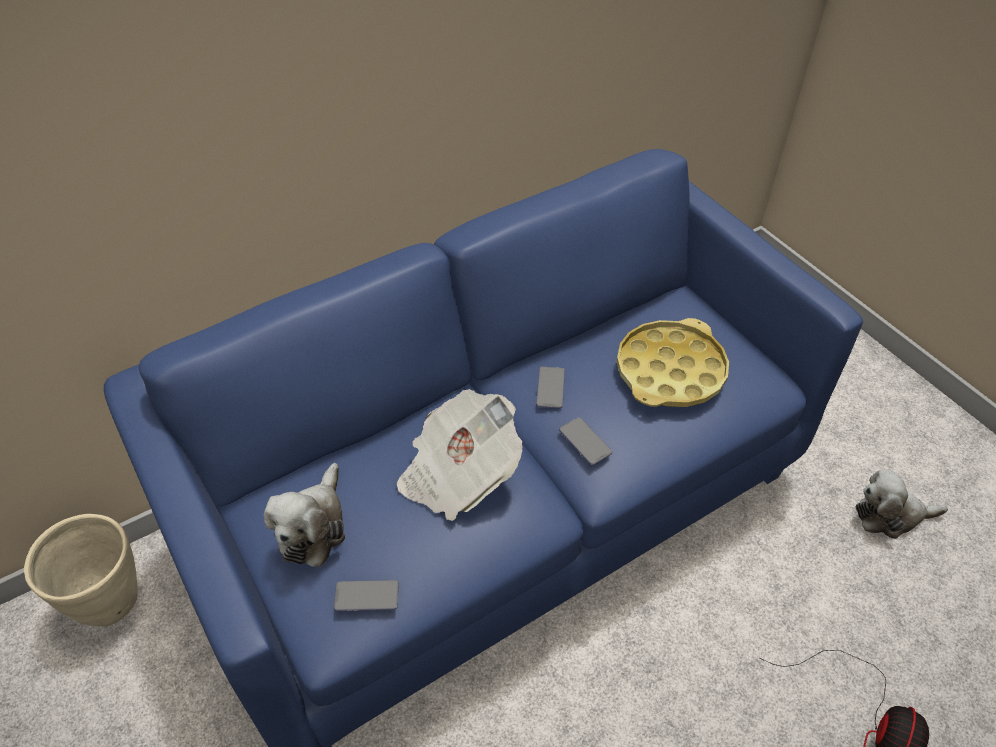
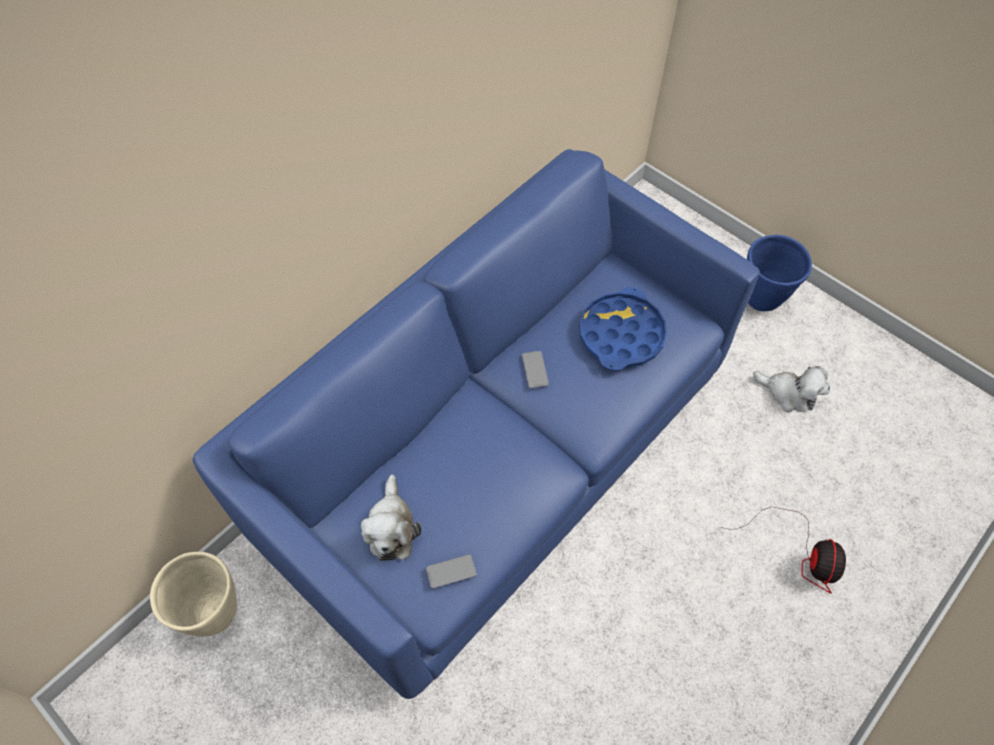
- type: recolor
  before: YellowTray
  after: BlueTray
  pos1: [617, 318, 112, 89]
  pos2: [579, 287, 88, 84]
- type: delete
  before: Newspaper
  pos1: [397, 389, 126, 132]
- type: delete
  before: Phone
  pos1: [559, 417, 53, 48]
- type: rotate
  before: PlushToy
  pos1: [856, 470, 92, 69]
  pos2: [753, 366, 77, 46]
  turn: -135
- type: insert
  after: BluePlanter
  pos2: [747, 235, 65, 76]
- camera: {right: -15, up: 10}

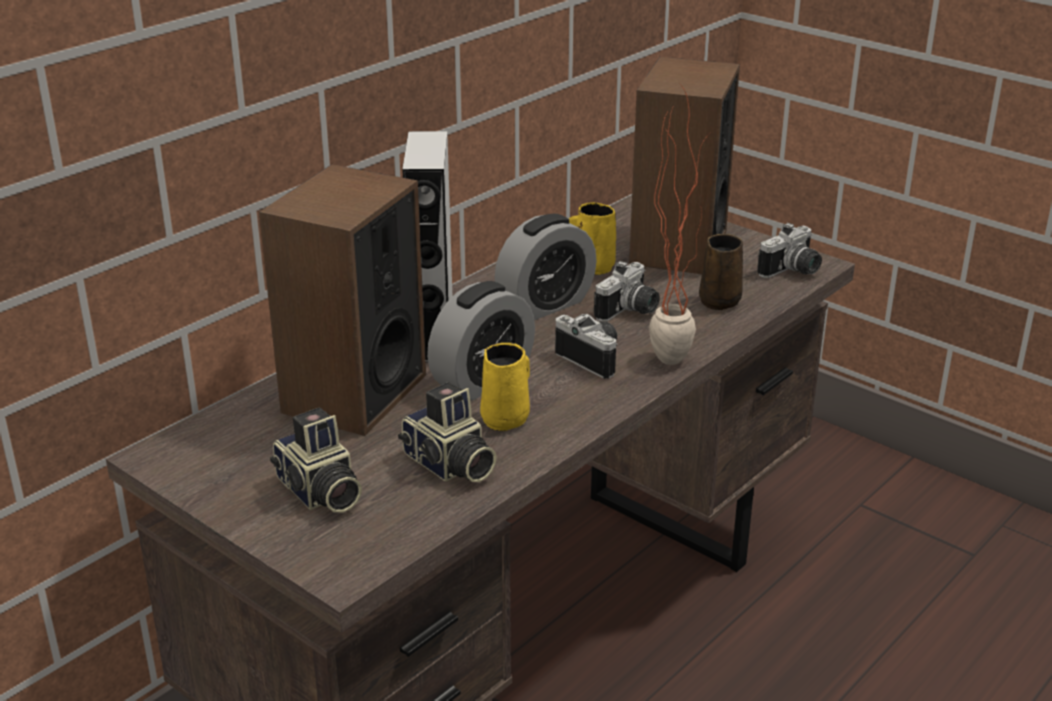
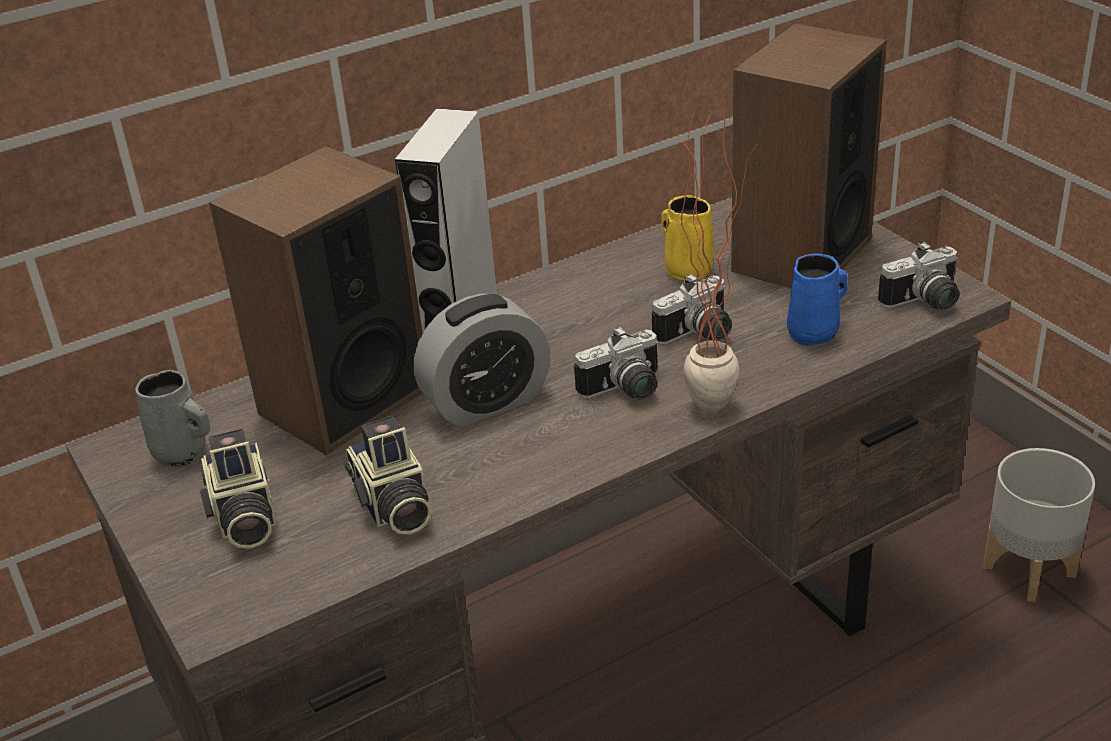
- type: delete
  before: AlarmClock
  pos1: [495, 214, 102, 106]
- type: recolor
  before: BrownMug
  after: BlueMug
  pos1: [699, 234, 44, 76]
  pos2: [787, 253, 60, 93]
- type: rotate
  before: PhotoCamera
  pos1: [555, 314, 63, 65]
  pos2: [574, 327, 84, 73]
  turn: 90
- type: delete
  before: YellowMug
  pos1: [480, 343, 50, 88]
- type: insert
  after: GreyMug
  pos2: [135, 370, 75, 98]
- type: insert
  after: GreyPlanter
  pos2: [983, 448, 112, 154]
- camera: {right: 20, up: 5}

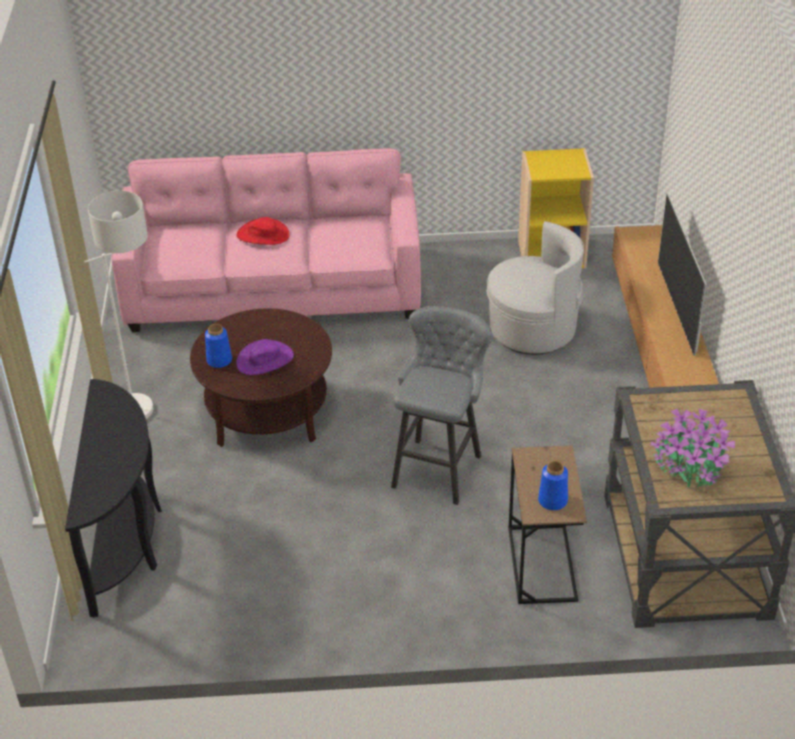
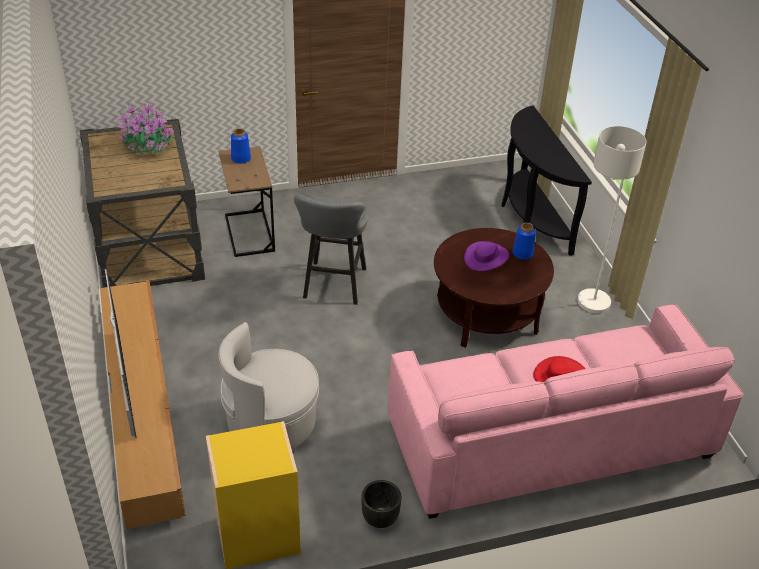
- type: insert
  after: BlackPlanter
  pos2: [361, 480, 41, 48]
- camera: {right: 165, up: 0}

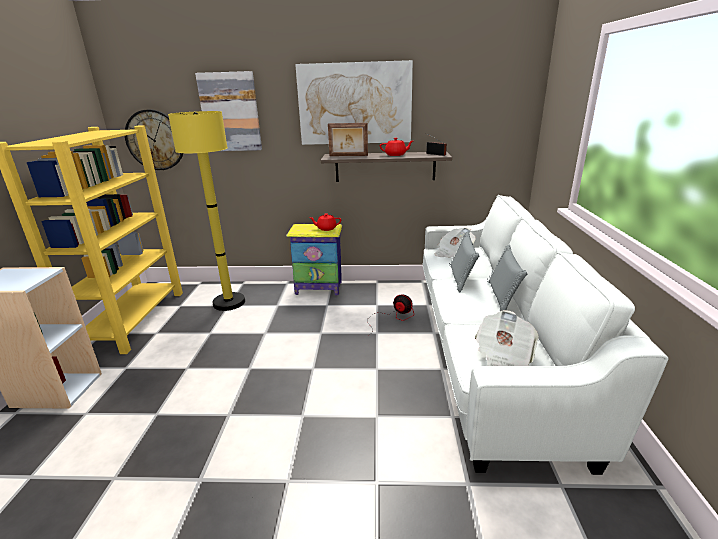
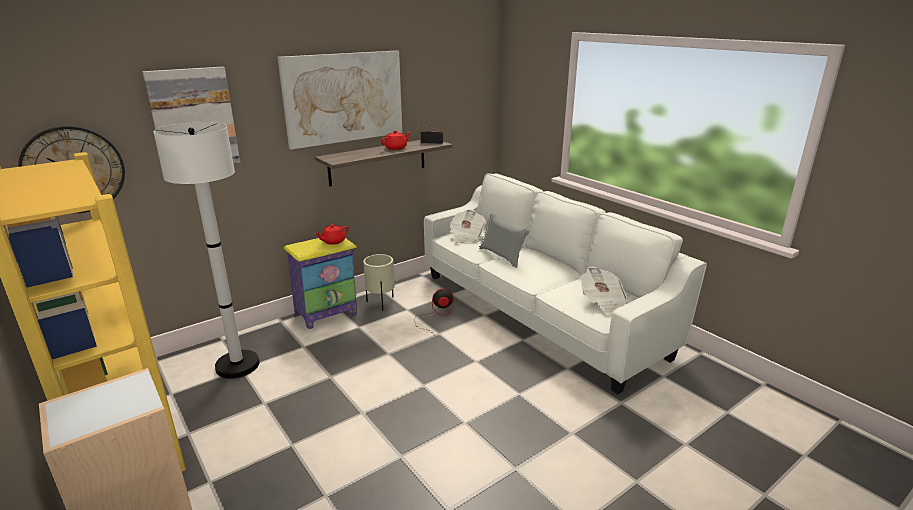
- type: recolor
  before: YellowFloorLamp
  after: WhiteFloorLamp
  pos1: [168, 111, 77, 200]
  pos2: [153, 122, 107, 257]
- type: delete
  before: PictureFrame
  pos1: [328, 123, 40, 33]
- type: delete
  before: GreyPillow
  pos1: [487, 245, 40, 66]
- type: insert
  after: BeigePlanter
  pos2: [363, 254, 32, 57]
- camera: {right: -40, up: 0}

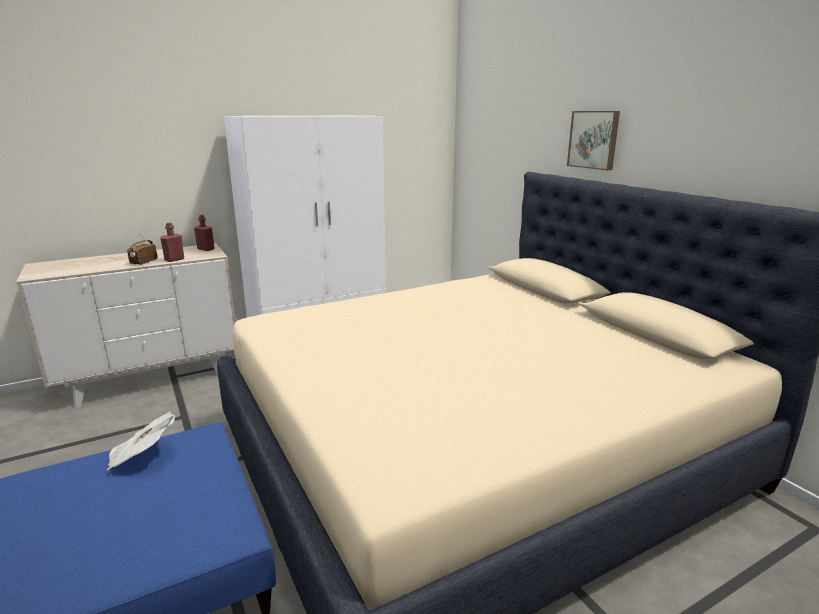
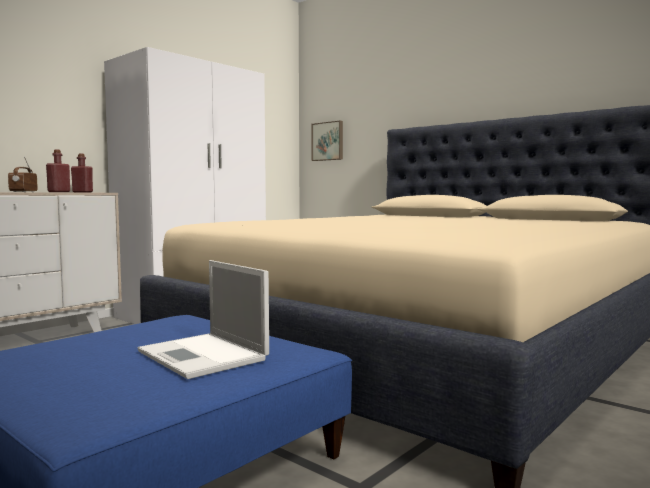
- type: move
  before: Picture
  pos1: [567, 111, 53, 59]
  pos2: [311, 121, 32, 40]
- type: delete
  before: Newspaper
  pos1: [107, 411, 68, 59]
- type: insert
  after: Laptop
  pos2: [138, 260, 131, 119]
- camera: {right: -20, up: -15}

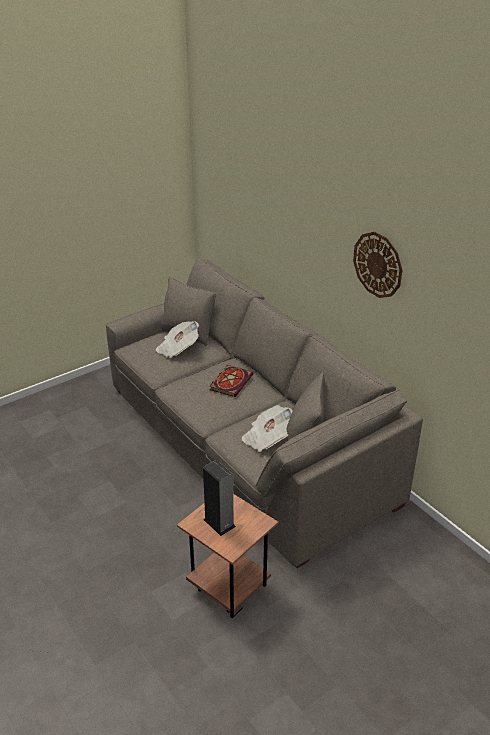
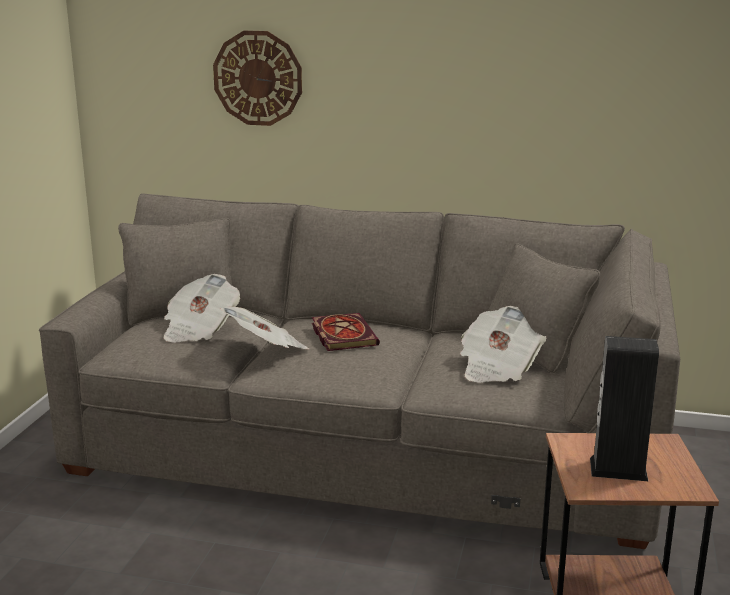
- type: move
  before: WallClock
  pos1: [353, 232, 49, 66]
  pos2: [213, 31, 89, 95]
- type: insert
  after: Newspaper
  pos2: [220, 307, 90, 42]
- camera: {right: -40, up: -15}

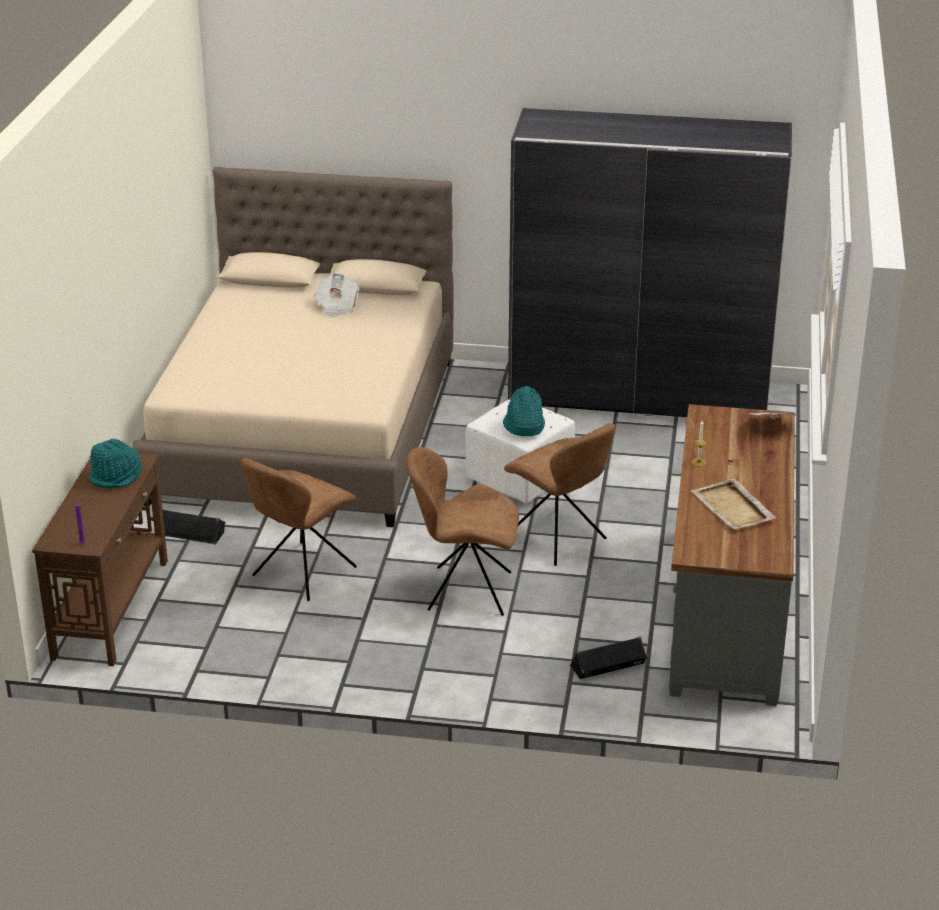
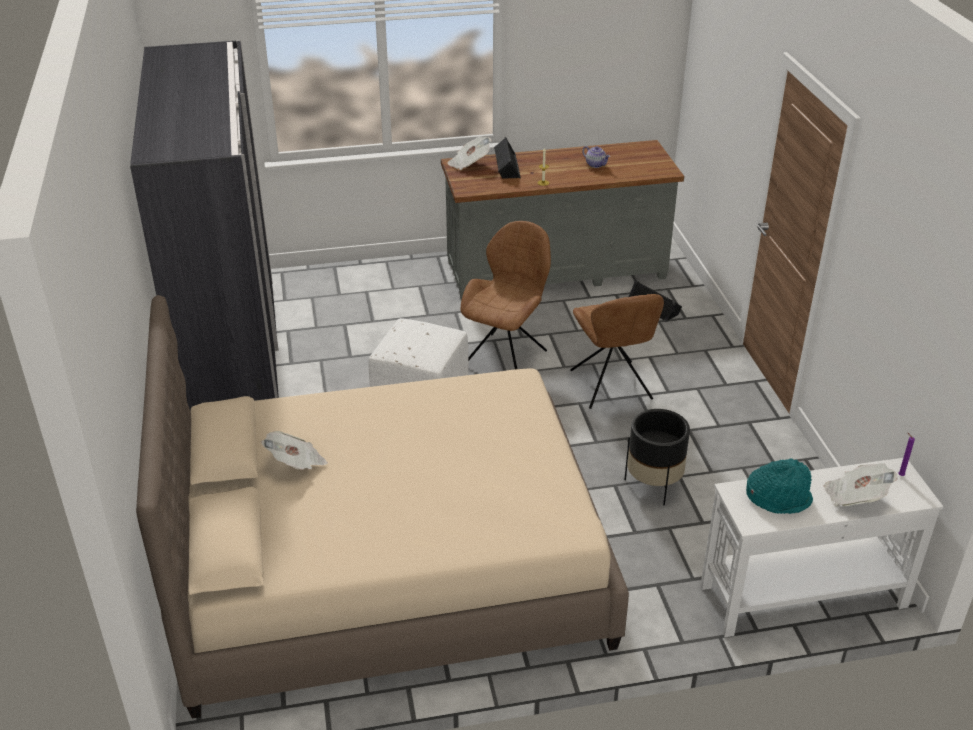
- type: delete
  before: TurquoiseHat
  pos1: [503, 386, 42, 50]
- type: recolor
  before: BrownConsoleTable
  after: WhiteConsoleTable
  pos1: [32, 453, 136, 213]
  pos2: [700, 458, 243, 179]
- type: replace
  before: BrownChair
  after: BlackPlanter
  pos1: [241, 458, 116, 143]
  pos2: [624, 409, 66, 96]
- type: replace
  before: BeigeTray
  after: Teapot
  pos1: [691, 478, 85, 52]
  pos2: [582, 146, 28, 22]
- type: move
  before: BlackSpeaker
  pos1: [162, 509, 63, 36]
  pos2: [494, 137, 27, 42]
- type: insert
  after: Newspaper
  pos2: [824, 463, 73, 44]
- camera: {right: -110, up: 5}

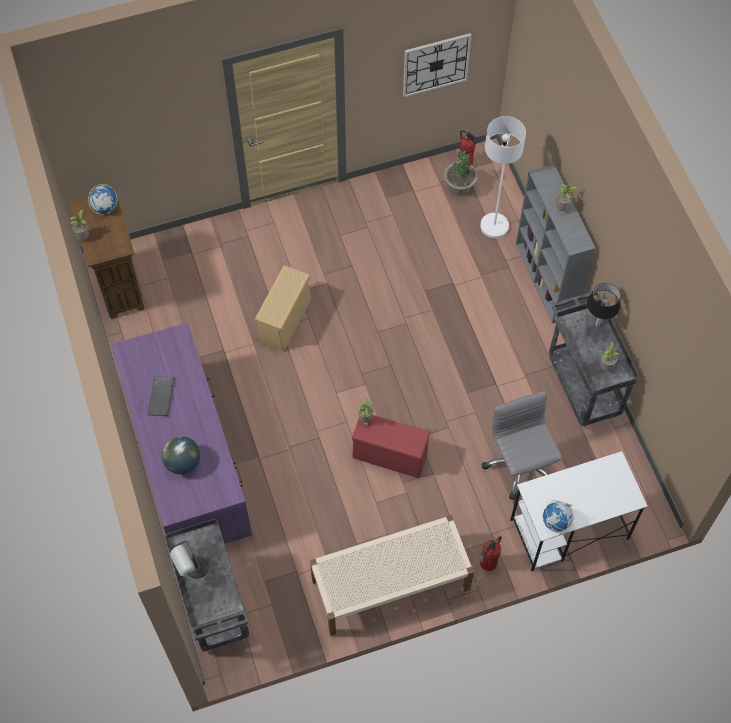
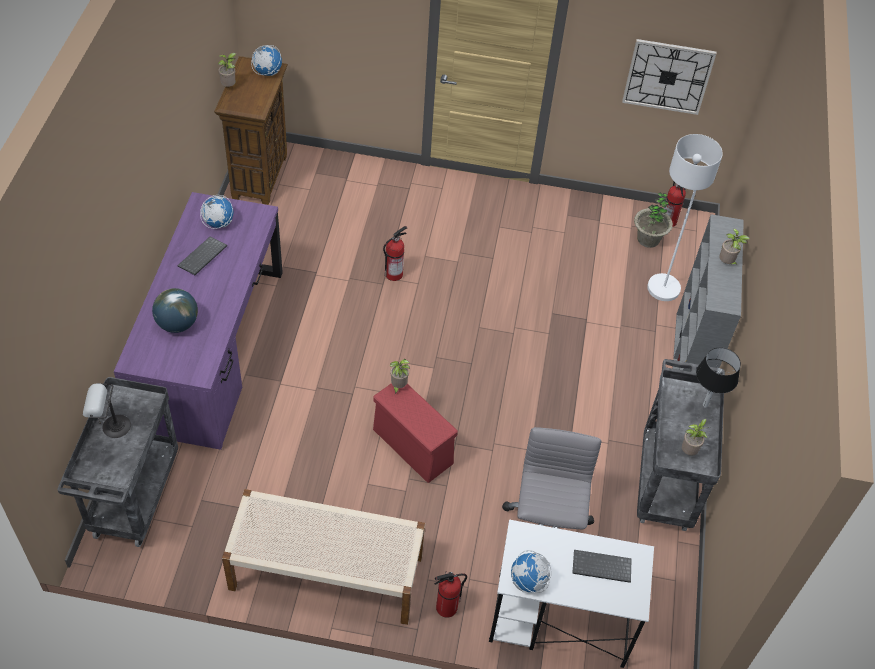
- type: replace
  before: BeigeStorageBox
  after: FireExtinguisher
  pos1: [255, 265, 56, 86]
  pos2: [383, 226, 24, 55]
- type: insert
  after: Globe
  pos2: [200, 195, 34, 34]
- type: insert
  after: Keyboard
  pos2: [572, 550, 60, 33]
- camera: {right: 25, up: -10}

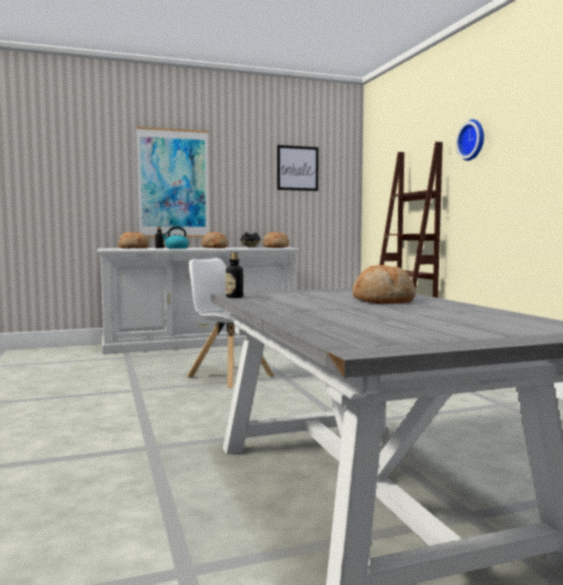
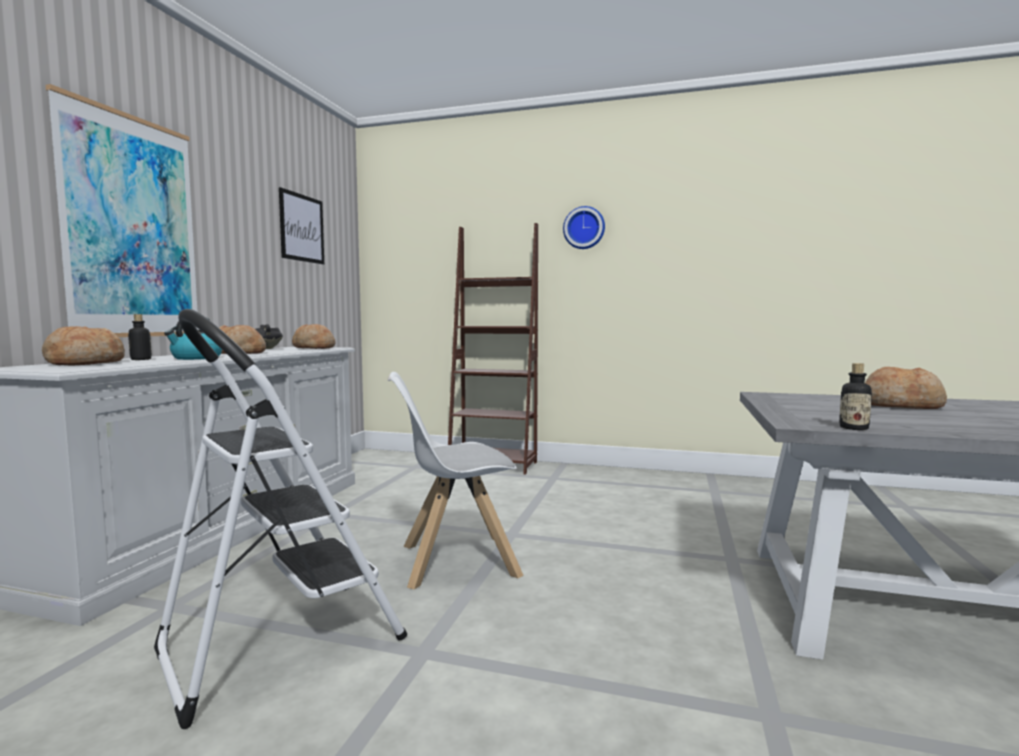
- type: insert
  after: StepLadder
  pos2: [154, 309, 253, 420]
- camera: {right: -55, up: 0}

